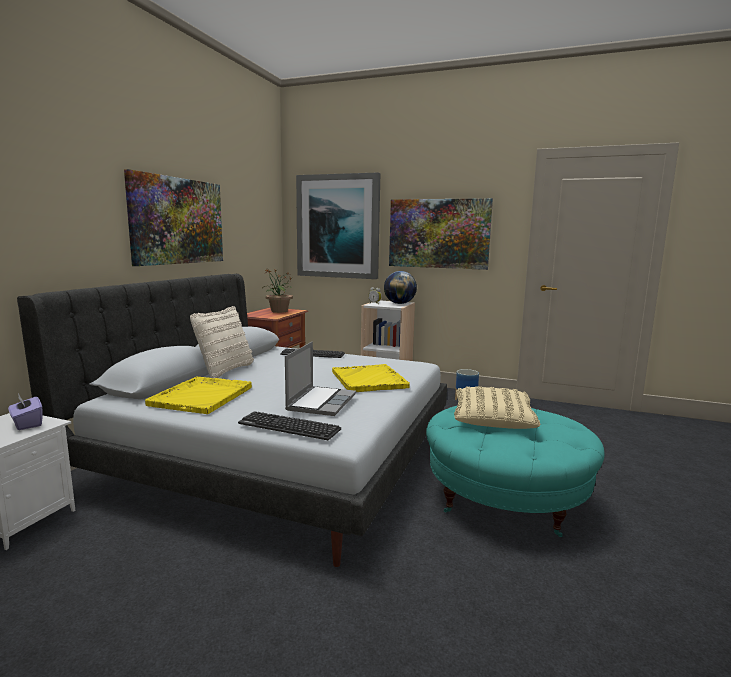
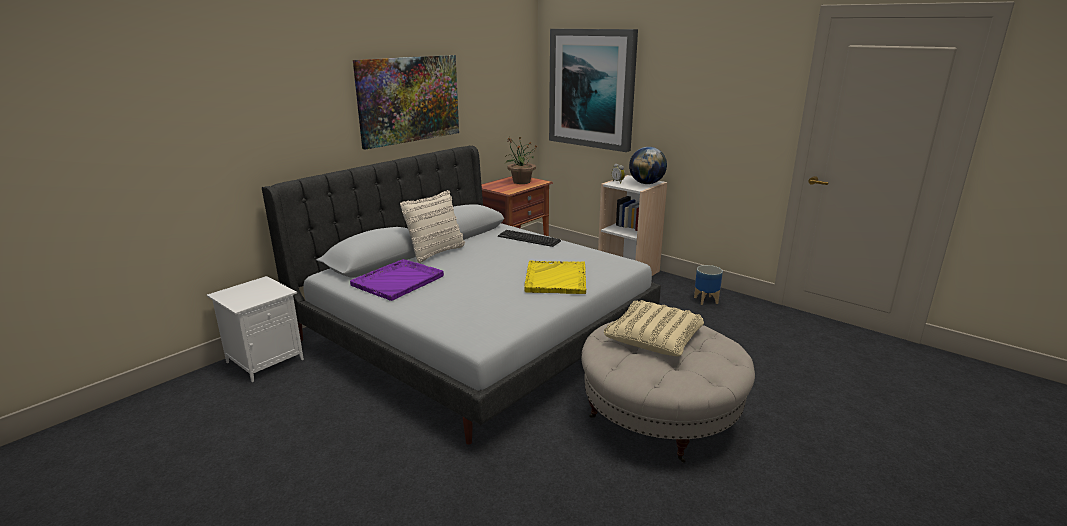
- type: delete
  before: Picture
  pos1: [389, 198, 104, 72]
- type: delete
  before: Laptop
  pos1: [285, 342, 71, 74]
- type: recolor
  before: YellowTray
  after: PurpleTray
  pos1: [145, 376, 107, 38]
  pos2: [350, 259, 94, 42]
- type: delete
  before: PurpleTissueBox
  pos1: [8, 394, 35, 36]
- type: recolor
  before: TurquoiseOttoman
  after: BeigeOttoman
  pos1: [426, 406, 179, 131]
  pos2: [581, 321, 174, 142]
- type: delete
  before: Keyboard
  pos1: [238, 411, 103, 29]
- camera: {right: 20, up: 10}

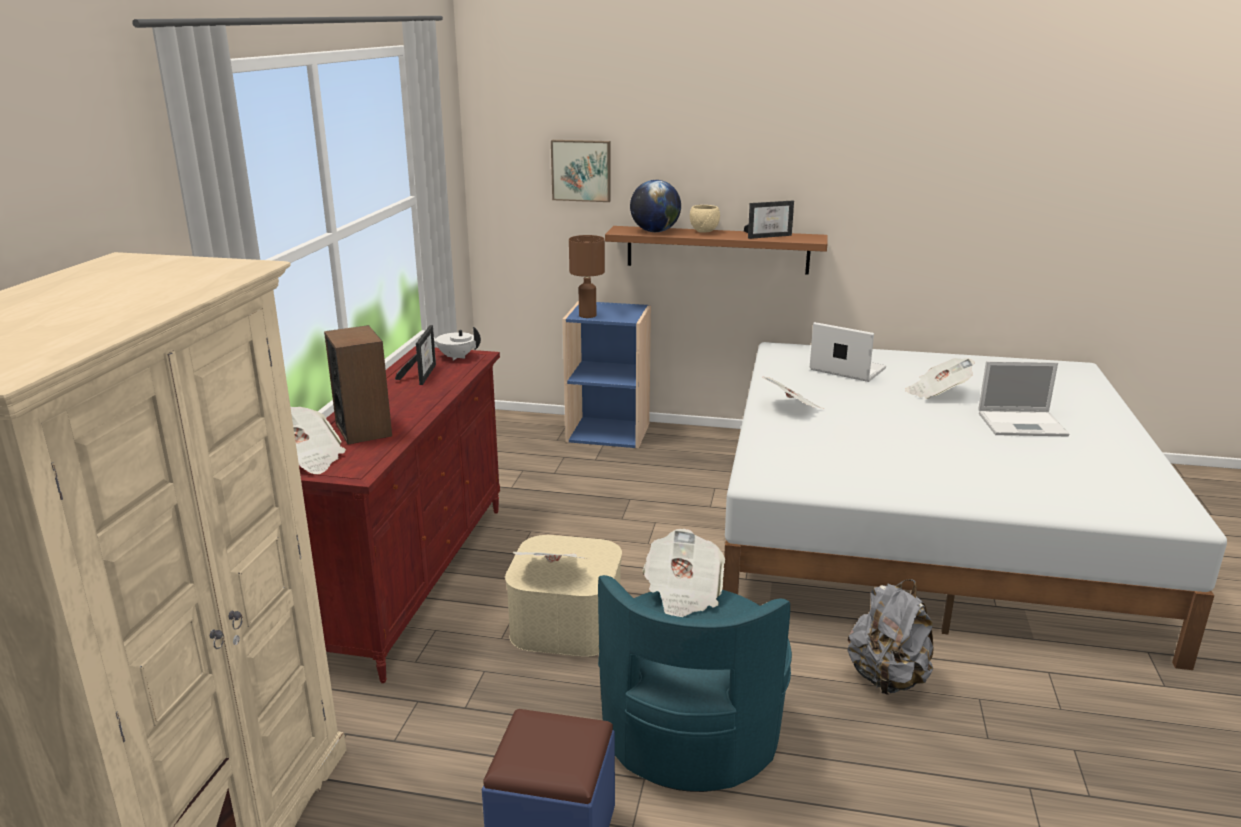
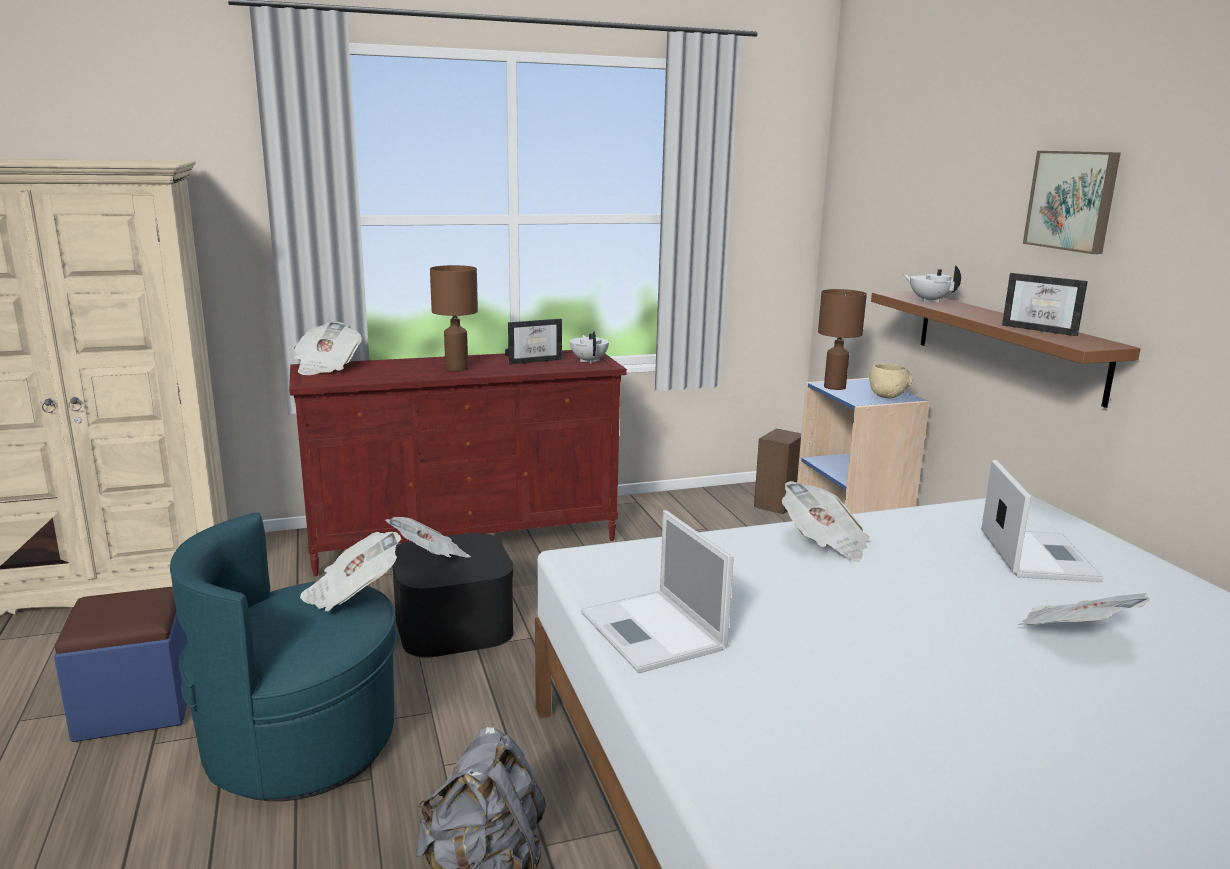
- type: move
  before: Picture
  pos1: [551, 140, 60, 62]
  pos2: [1023, 151, 98, 103]
- type: replace
  before: Globe
  after: WhiteTeapot
  pos1: [630, 180, 51, 52]
  pos2: [903, 265, 58, 38]
- type: move
  before: BeigeBowl
  pos1: [690, 205, 30, 28]
  pos2: [869, 363, 44, 36]
- type: move
  before: Speaker
  pos1: [324, 325, 68, 119]
  pos2: [754, 429, 47, 85]
- type: move
  before: Laptop
  pos1: [978, 361, 91, 75]
  pos2: [581, 510, 153, 163]
- type: recolor
  before: BeigeStorageBox
  after: BlackStorageBox
  pos1: [505, 535, 117, 122]
  pos2: [392, 533, 122, 125]
- type: insert
  after: BrownTableLamp
  pos2: [430, 265, 48, 106]
- camera: {right: 60, up: -5}

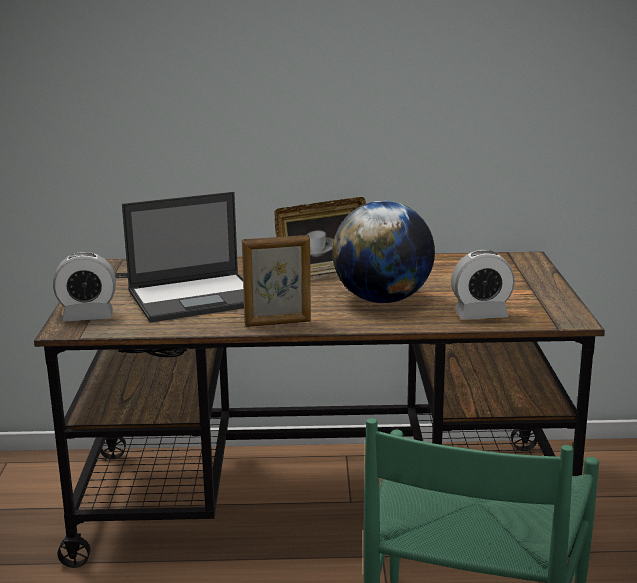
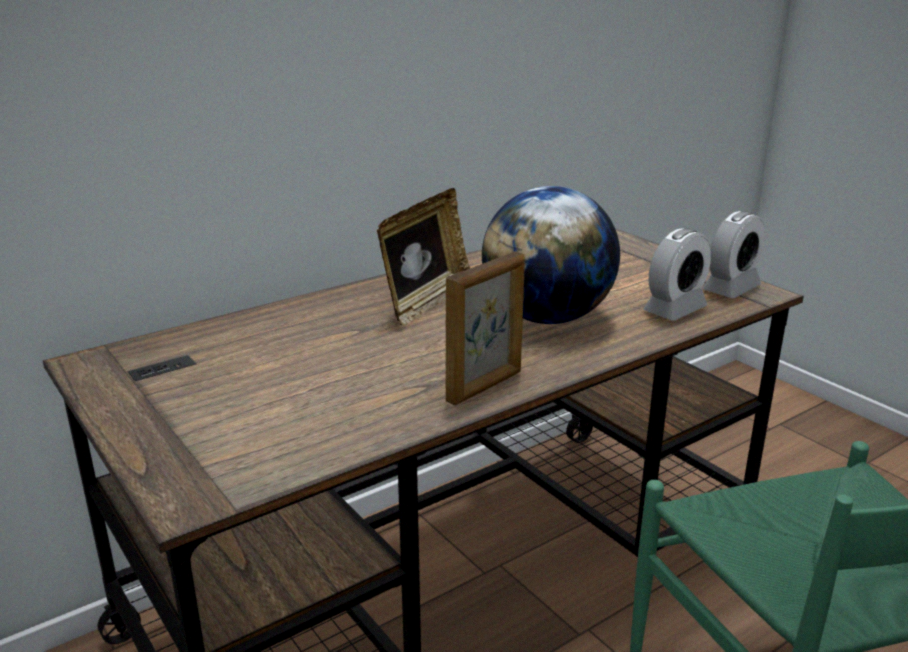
- type: delete
  before: Laptop
  pos1: [122, 192, 122, 130]
- type: move
  before: AlarmClock
  pos1: [53, 252, 63, 70]
  pos2: [702, 211, 63, 87]
- camera: {right: -35, up: 5}

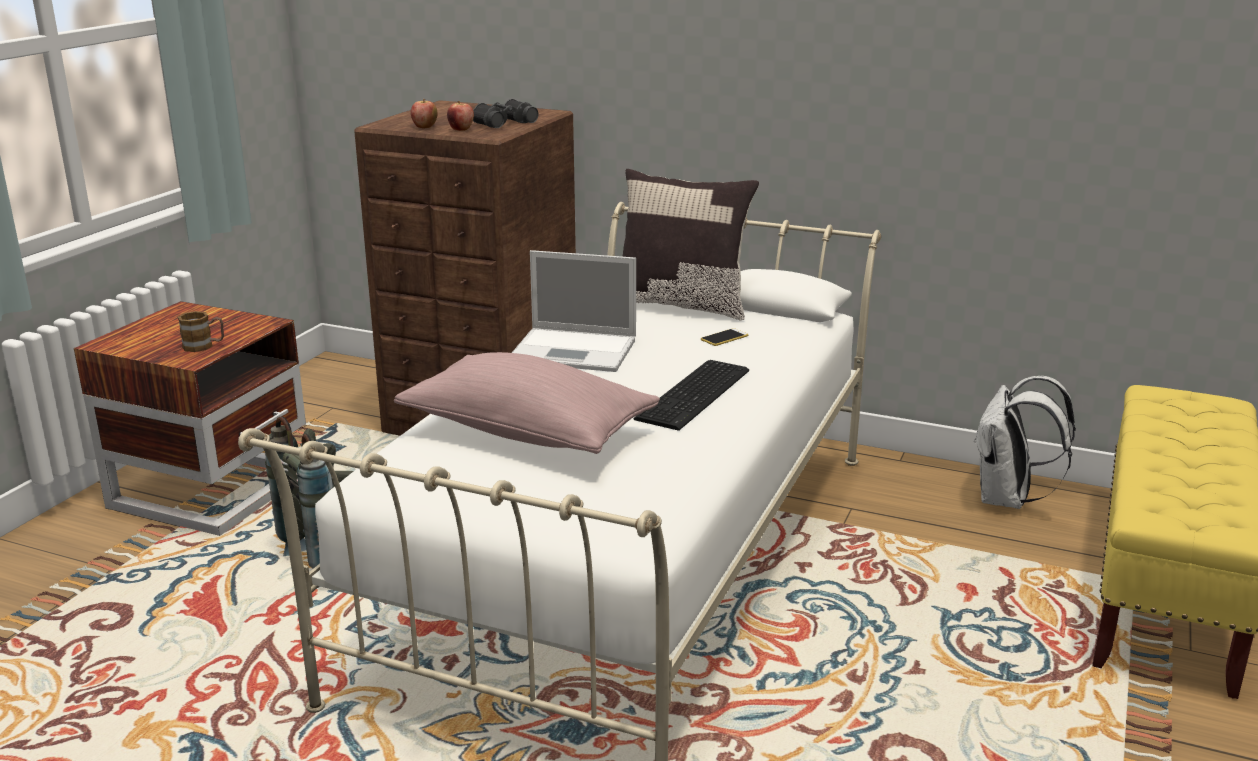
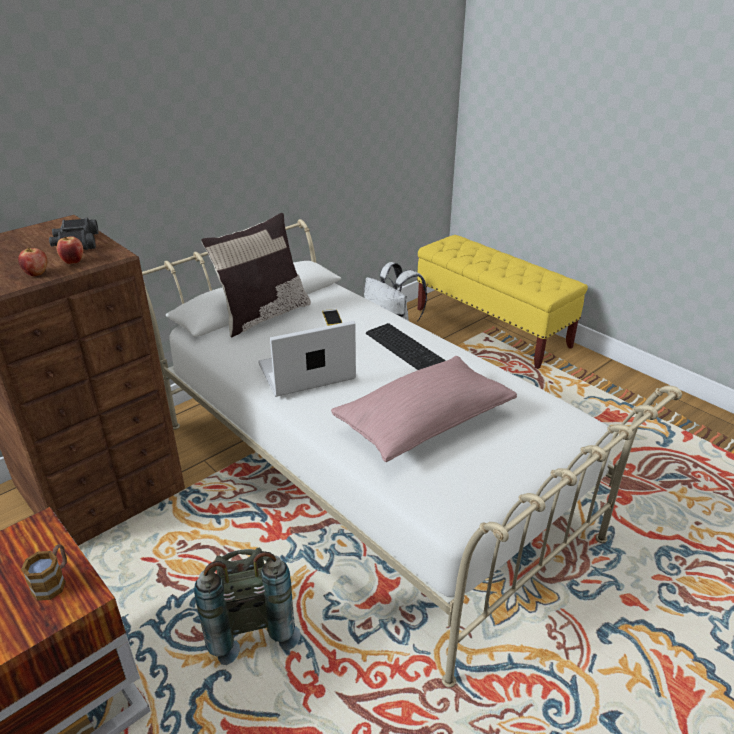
- type: rotate
  before: Laptop
  pos1: [512, 250, 124, 122]
  pos2: [258, 321, 98, 76]
  turn: -150
- camera: {right: -65, up: 10}

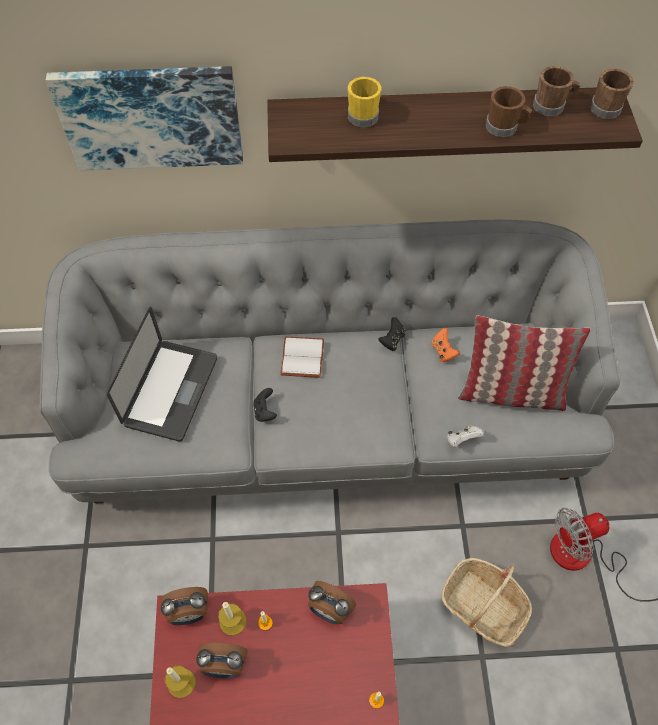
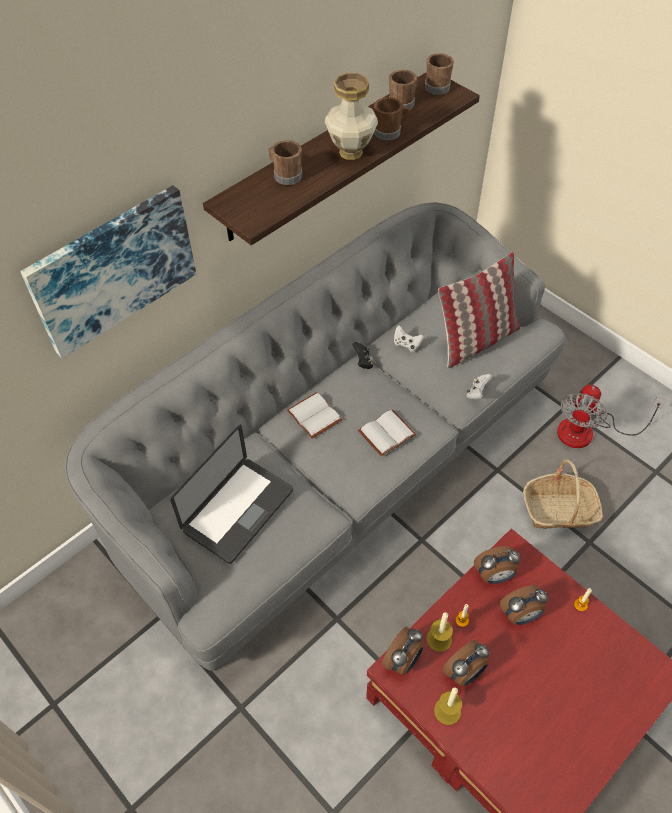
- type: recolor
  before: YellowMug
  after: BrownMug
  pos1: [348, 77, 33, 50]
  pos2: [269, 140, 33, 45]
- type: rotate
  before: Laptop
  pos1: [107, 307, 110, 135]
  pos2: [170, 425, 123, 139]
  turn: 60
- type: recolor
  before: OrangeGameController
  after: WhiteGameController
  pos1: [431, 328, 29, 34]
  pos2: [394, 325, 30, 27]
- type: delete
  before: BlackGameController
  pos1: [253, 388, 24, 34]
- type: insert
  after: Vase
  pos2: [325, 73, 53, 87]
- type: insert
  after: WhiteBook
  pos2: [358, 409, 58, 48]
- type: insert
  after: AlarmClock
  pos2: [499, 585, 49, 40]
- camera: {right: -40, up: -5}

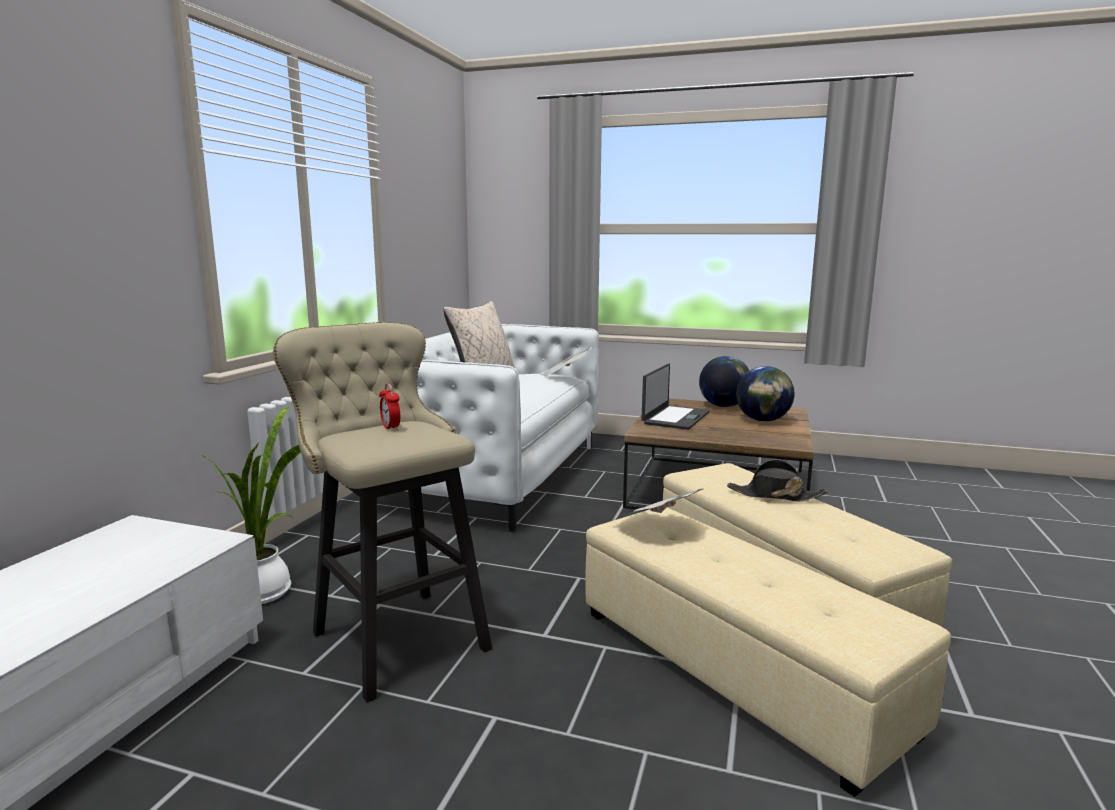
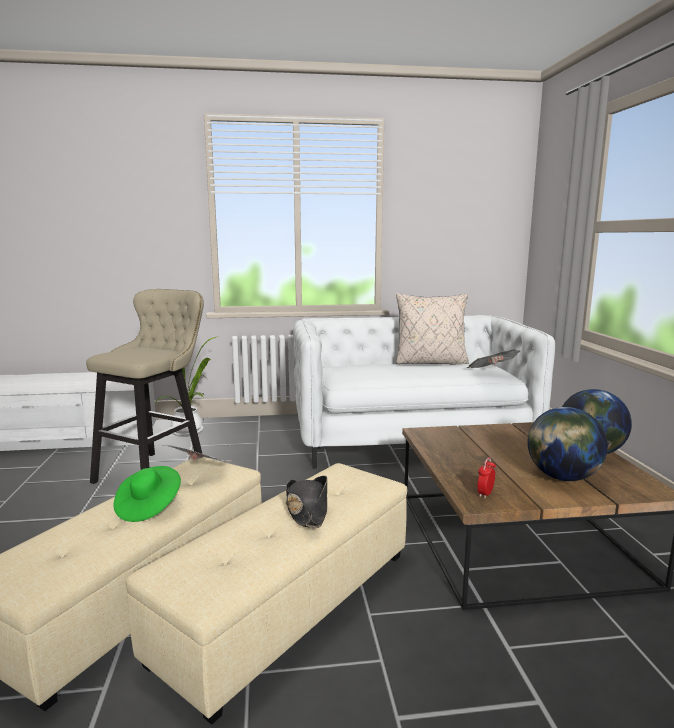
- type: delete
  before: Laptop
  pos1: [641, 363, 69, 67]
- type: move
  before: AlarmClock
  pos1: [379, 383, 21, 48]
  pos2: [477, 457, 19, 41]
- type: insert
  after: GreenHat
  pos2: [114, 466, 67, 56]
- camera: {right: 65, up: 0}

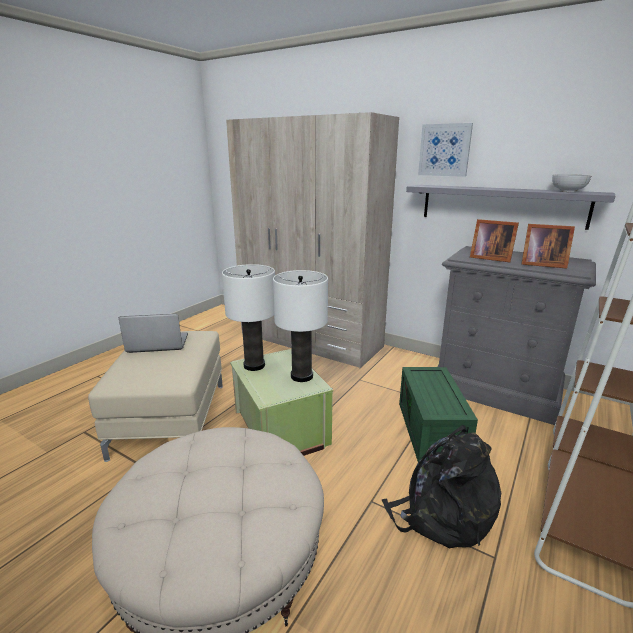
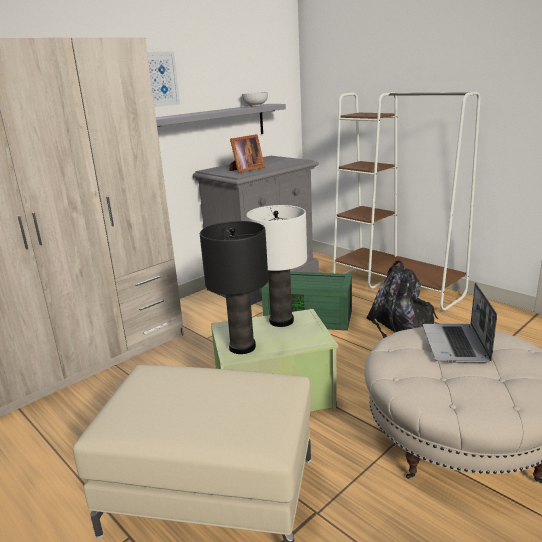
- type: delete
  before: PictureFrame
  pos1: [522, 224, 53, 45]
- type: recolor
  before: WhiteTableLamp
  after: BlackTableLamp
  pos1: [222, 264, 53, 107]
  pos2: [200, 221, 68, 133]
- type: move
  before: Laptop
  pos1: [119, 314, 69, 39]
  pos2: [423, 283, 74, 80]
- camera: {right: -75, up: 0}

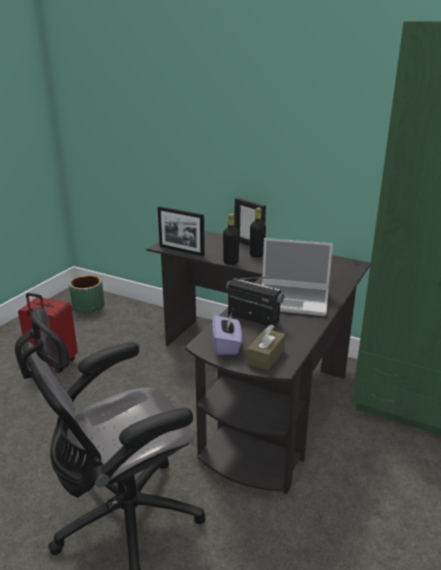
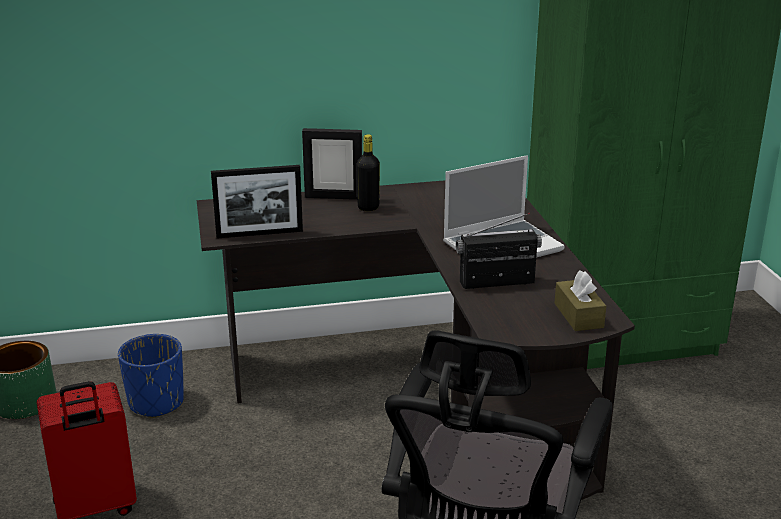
- type: delete
  before: BlackBottle
  pos1: [223, 214, 17, 51]
- type: delete
  before: PurpleTissueBox
  pos1: [212, 313, 30, 42]
- type: insert
  after: BluePlanter
  pos2: [118, 334, 66, 84]
- camera: {right: -40, up: 0}

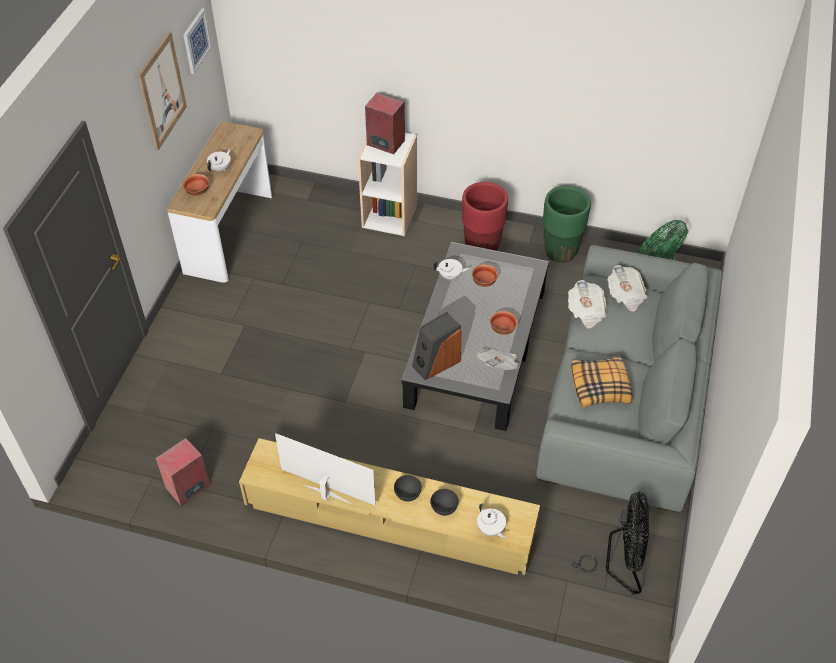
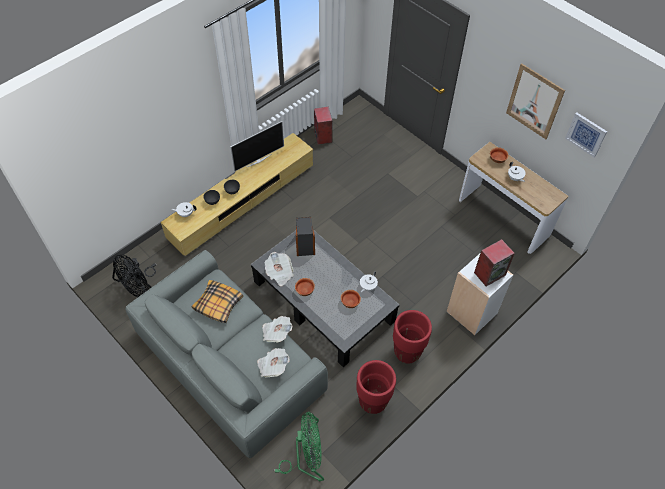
- type: recolor
  before: GreenPlanter
  after: RedPlanter
  pos1: [543, 186, 48, 77]
  pos2: [356, 360, 40, 54]
- camera: {right: 120, up: 5}

